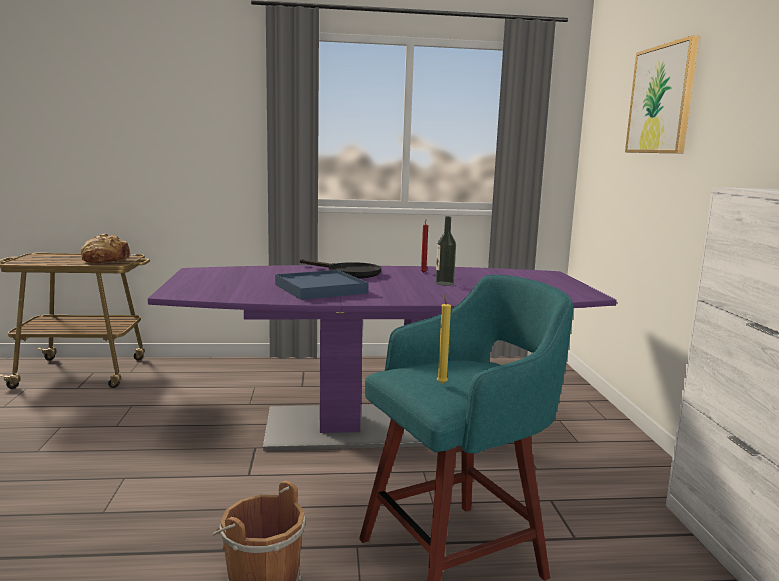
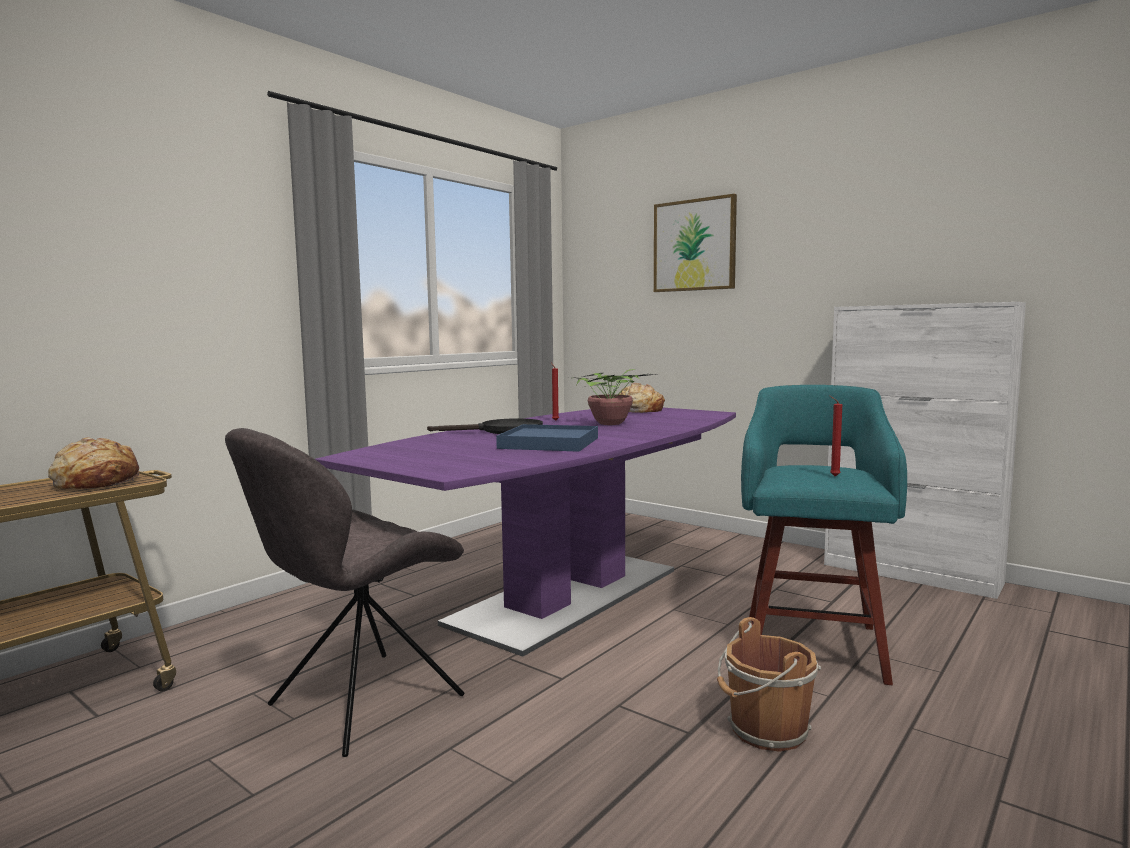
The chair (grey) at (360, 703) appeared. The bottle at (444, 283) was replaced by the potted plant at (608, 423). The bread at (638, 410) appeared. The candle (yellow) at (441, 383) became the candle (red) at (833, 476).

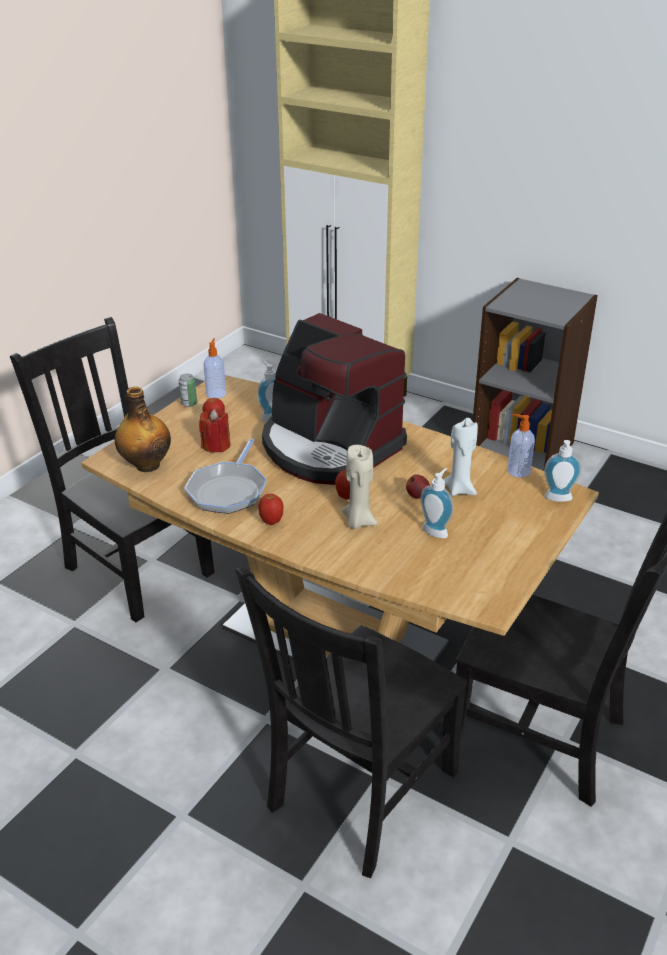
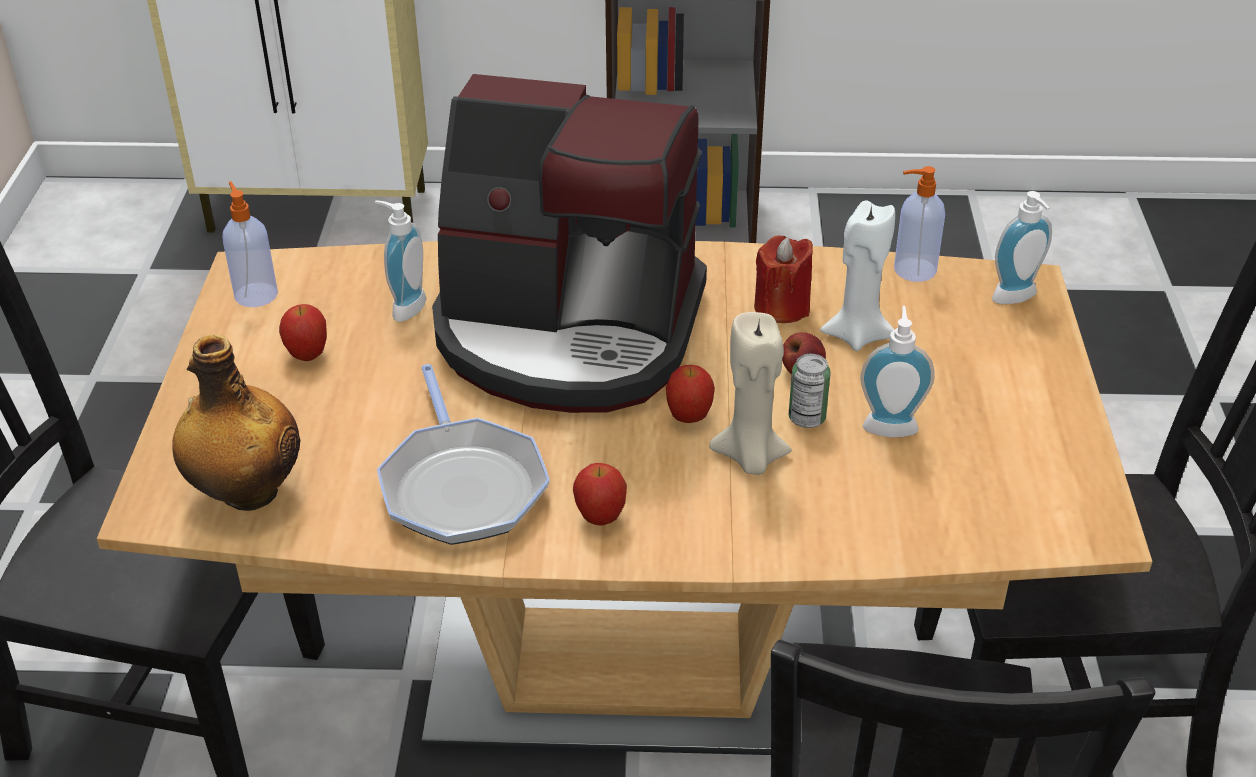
The candle (red) moved from (216, 445) to (781, 308). The can moved from (189, 403) to (806, 418).

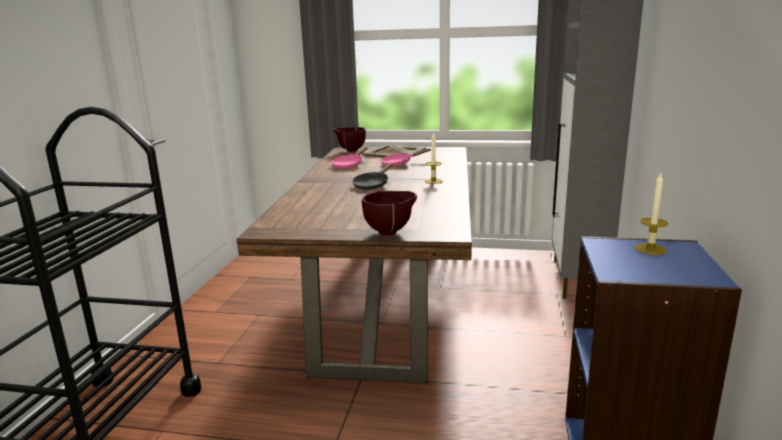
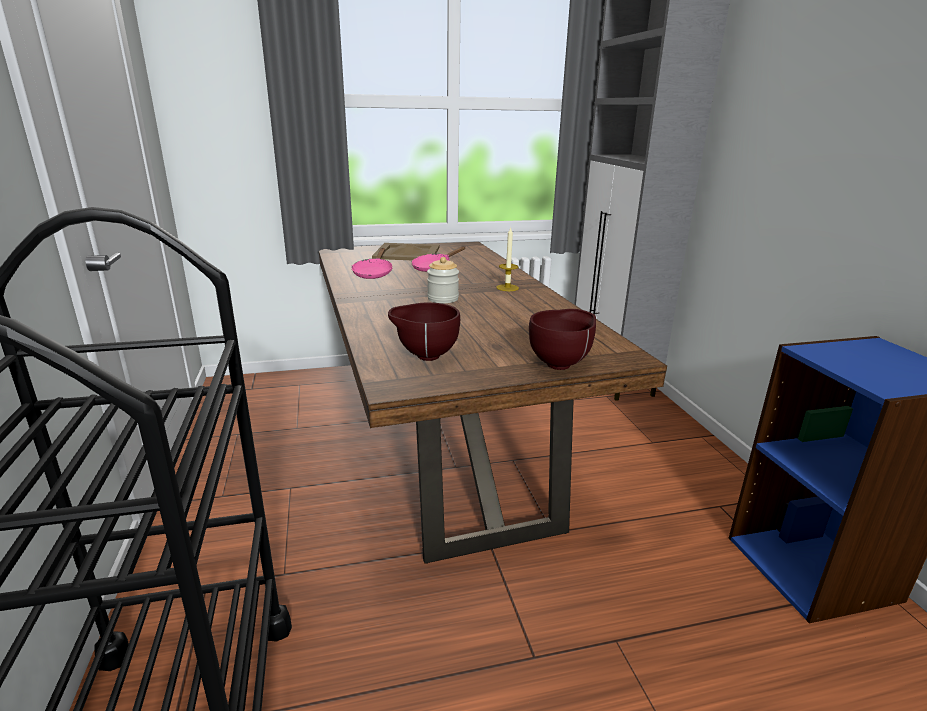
The bowl (brown) moved from (350, 150) to (424, 356). The frying pan (black) at (372, 185) was replaced by the jar at (443, 299). The candle at (650, 249) disappeared.

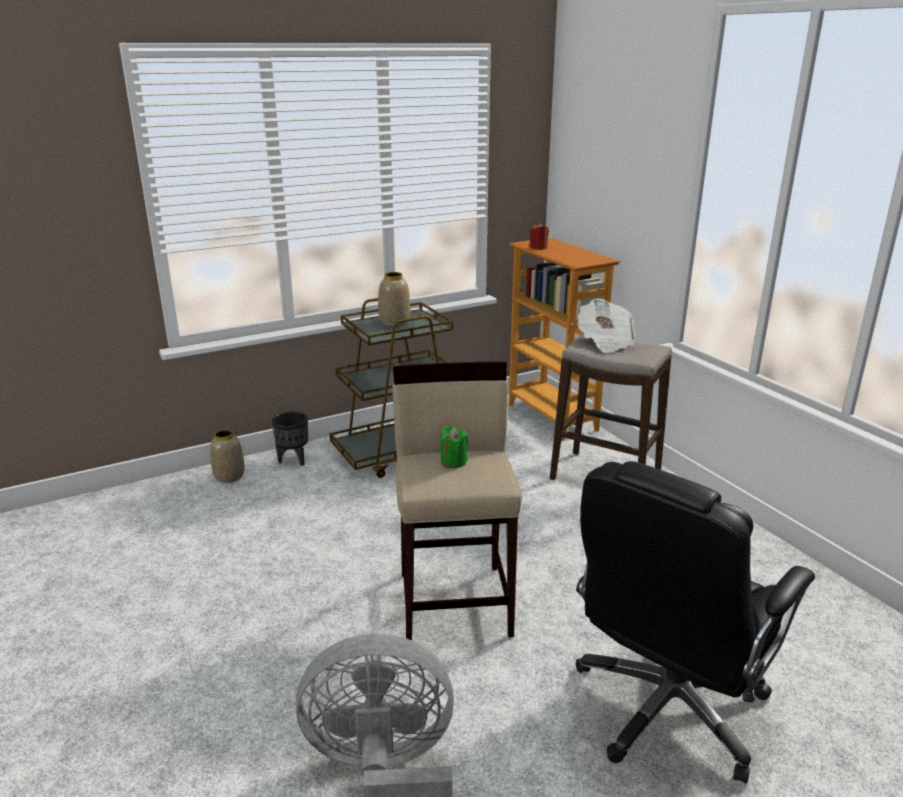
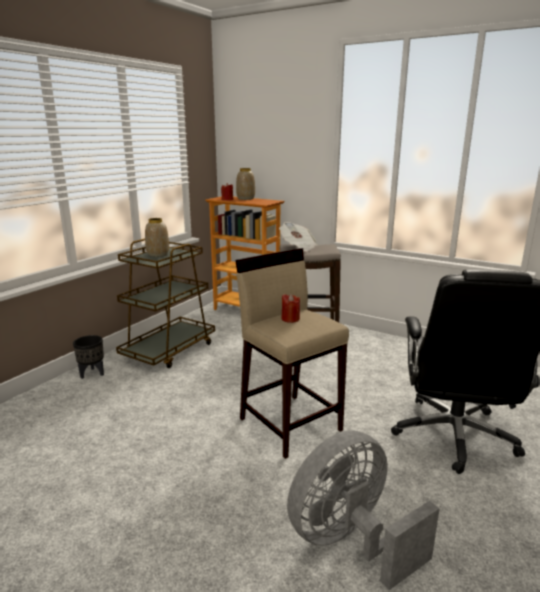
The vase moved from (229, 477) to (246, 198). The candle (green) at (453, 461) became the candle (red) at (290, 319).

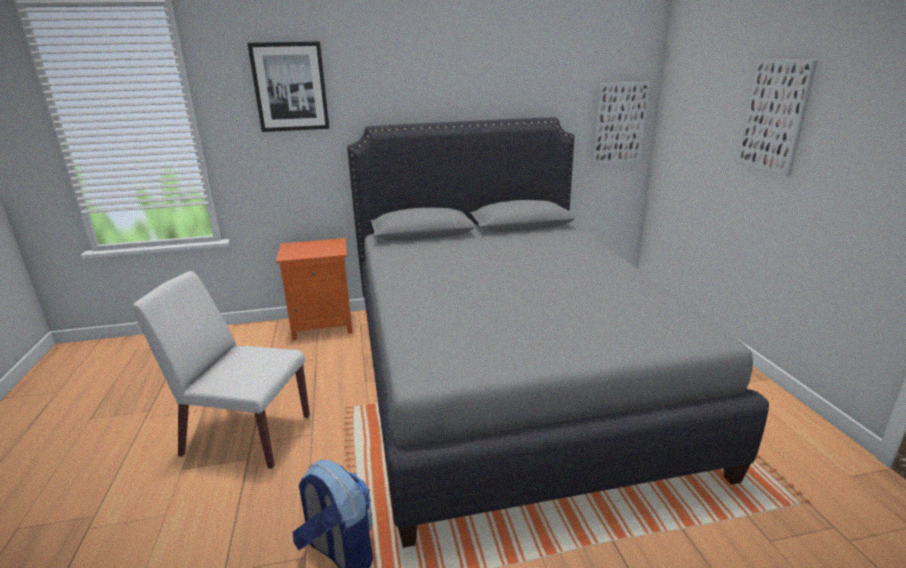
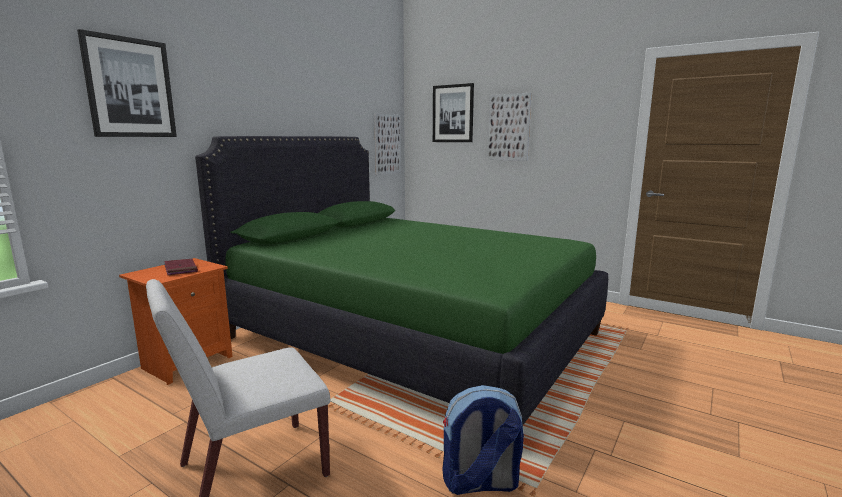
The book (red) at (181, 269) appeared. The bed (grey) at (505, 375) became the bed (green) at (411, 335). The picture at (453, 113) appeared.

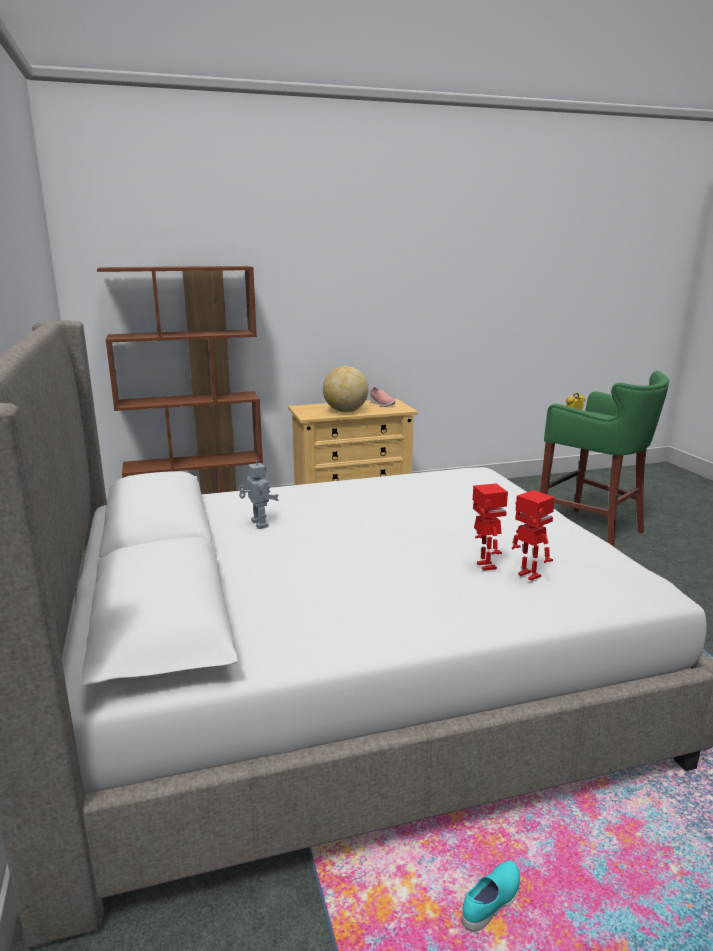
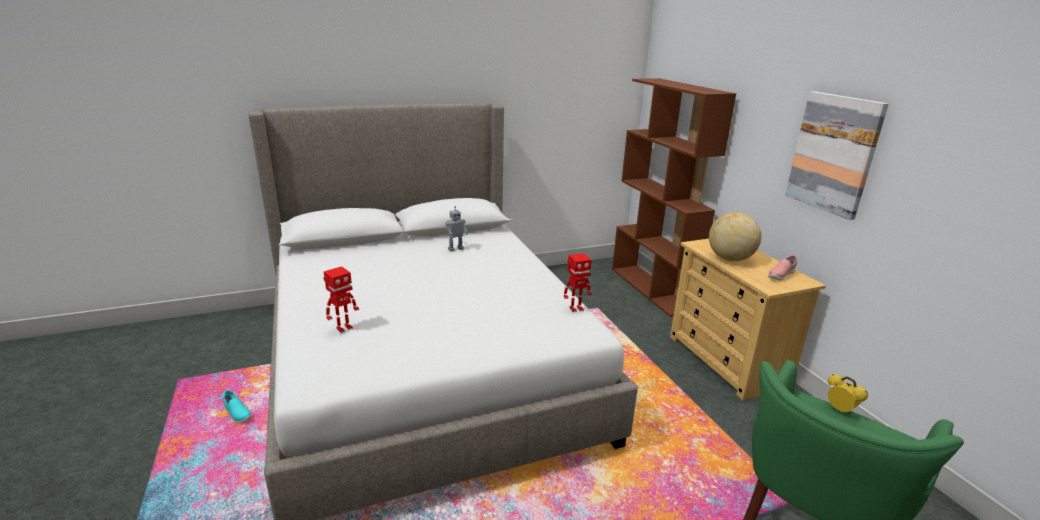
The toy robot moved from (485, 566) to (575, 308). The picture at (834, 153) appeared.

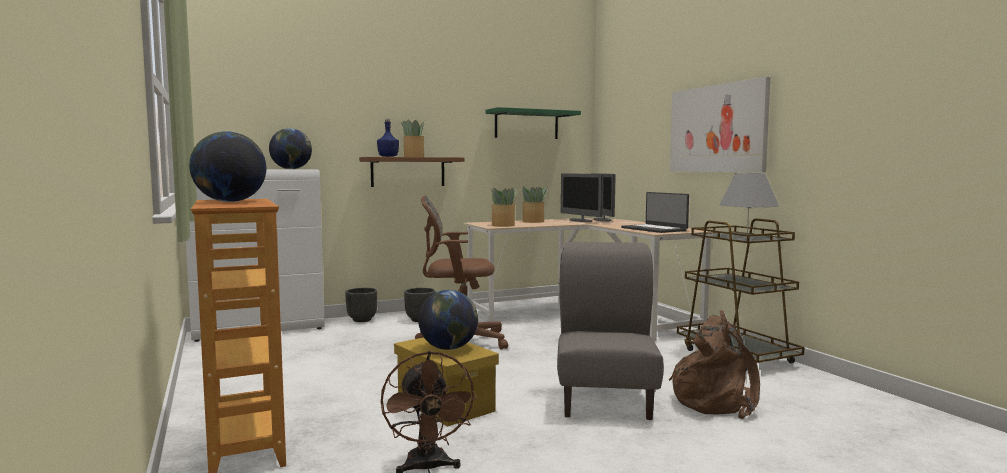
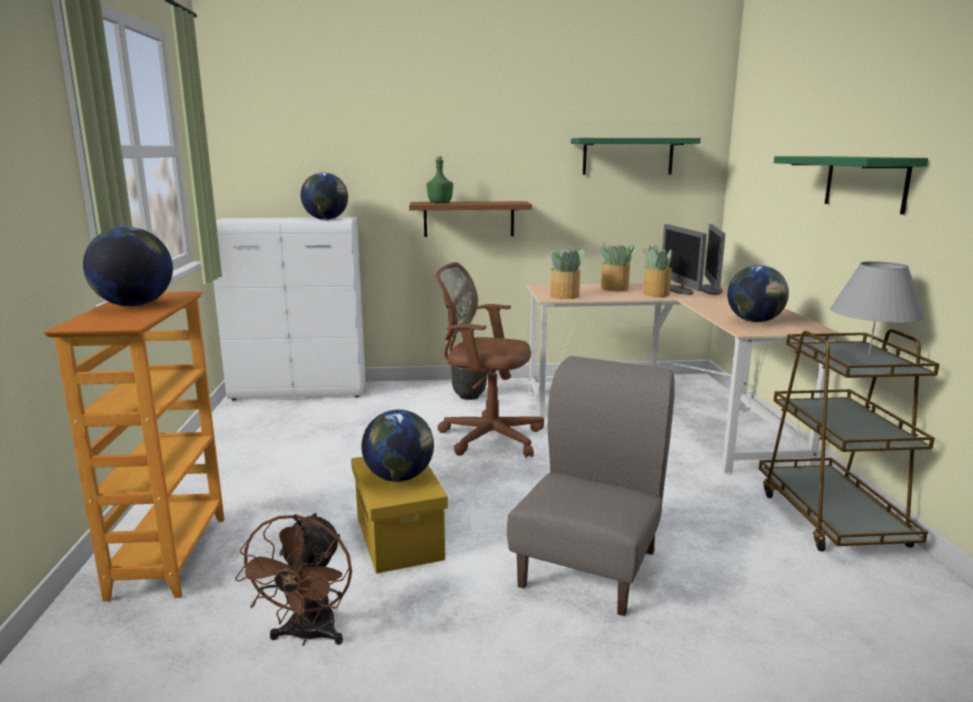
The bottle (blue) at (388, 156) became the bottle (green) at (440, 202). The potted plant moved from (414, 157) to (656, 294). The laptop at (654, 229) was replaced by the globe at (754, 321). The picture at (717, 128) was replaced by the shelf (green) at (865, 183). The planter (black) at (362, 320) disappeared. The backpack (brown) at (716, 401) disappeared.

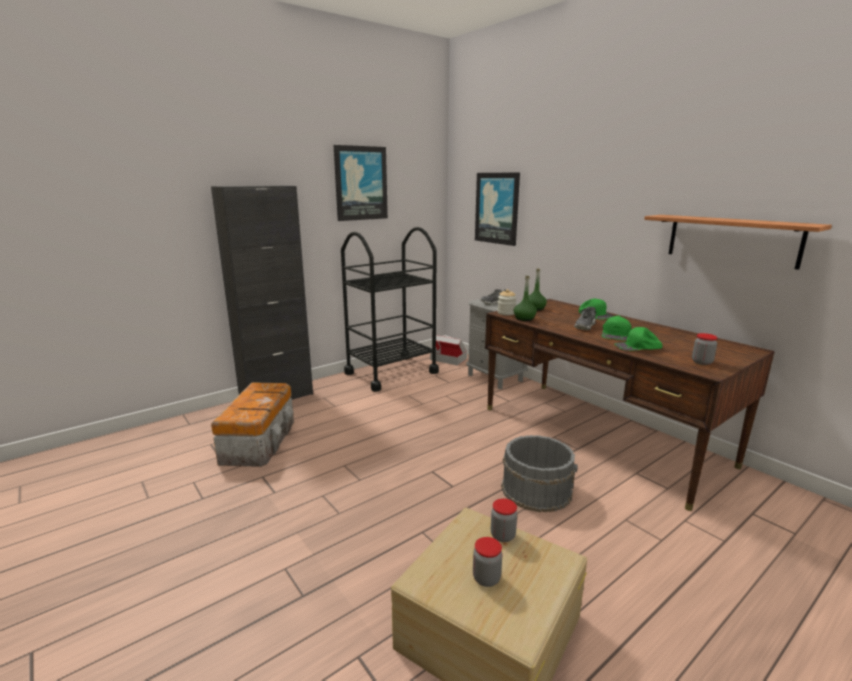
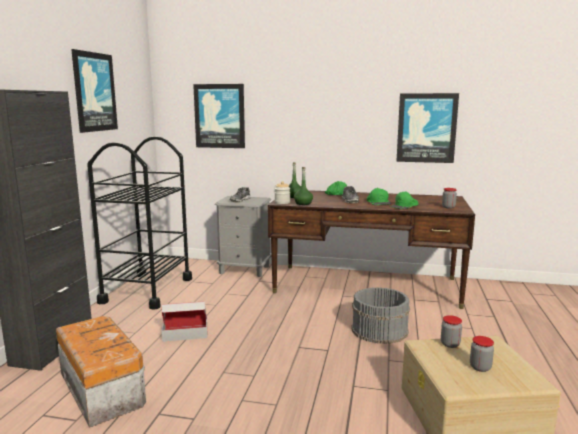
The cardboard box moved from (448, 359) to (185, 333). The shelf at (732, 240) was replaced by the picture at (426, 128).

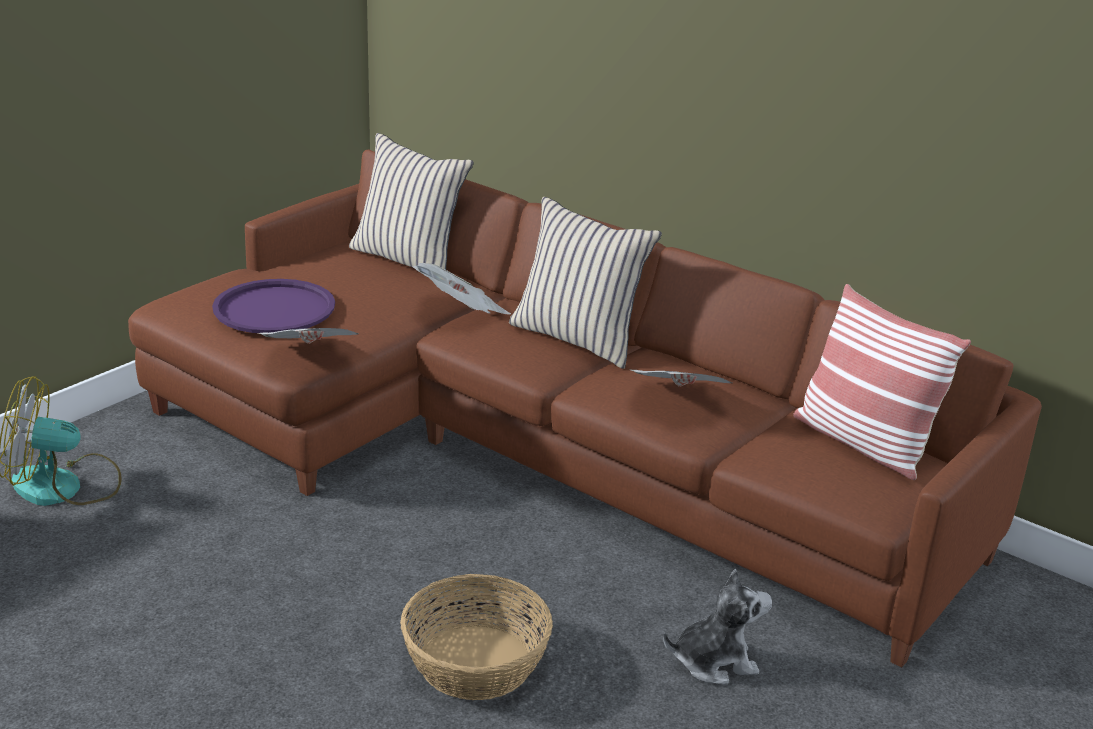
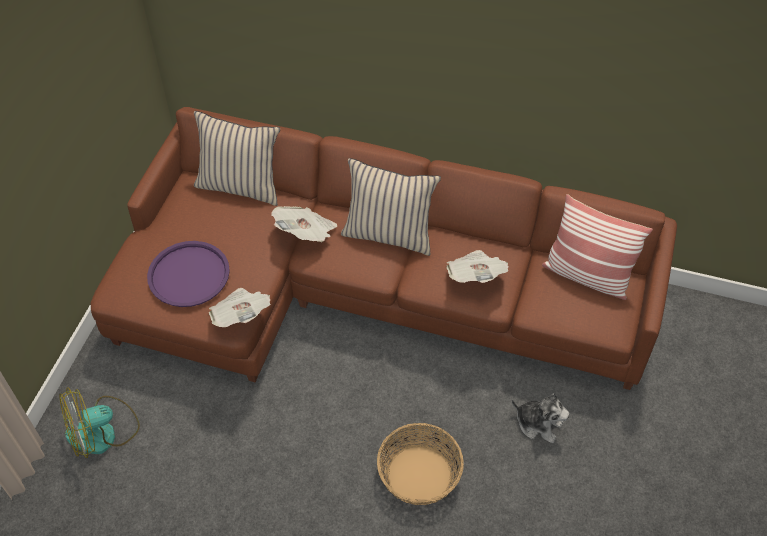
The plush toy at (714, 662) turned 60 degrees clockwise.

